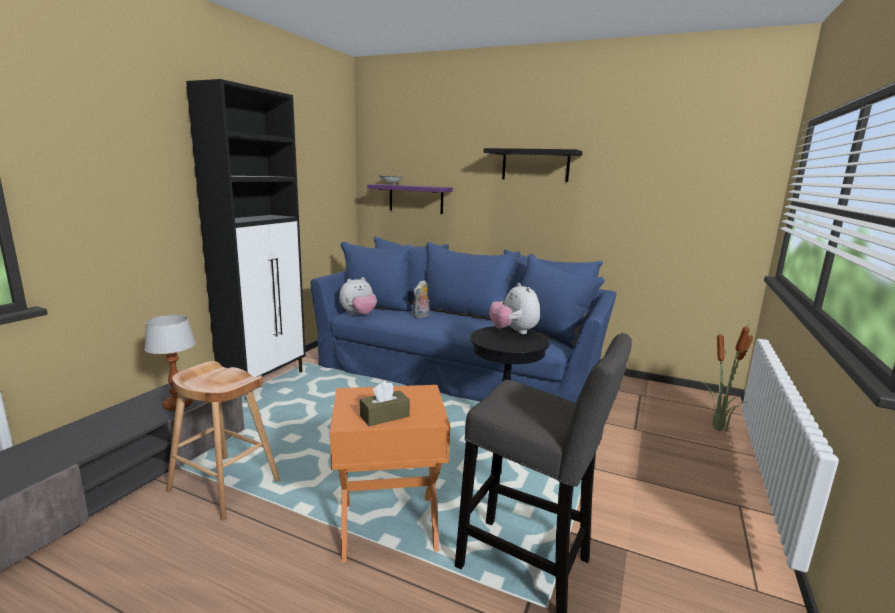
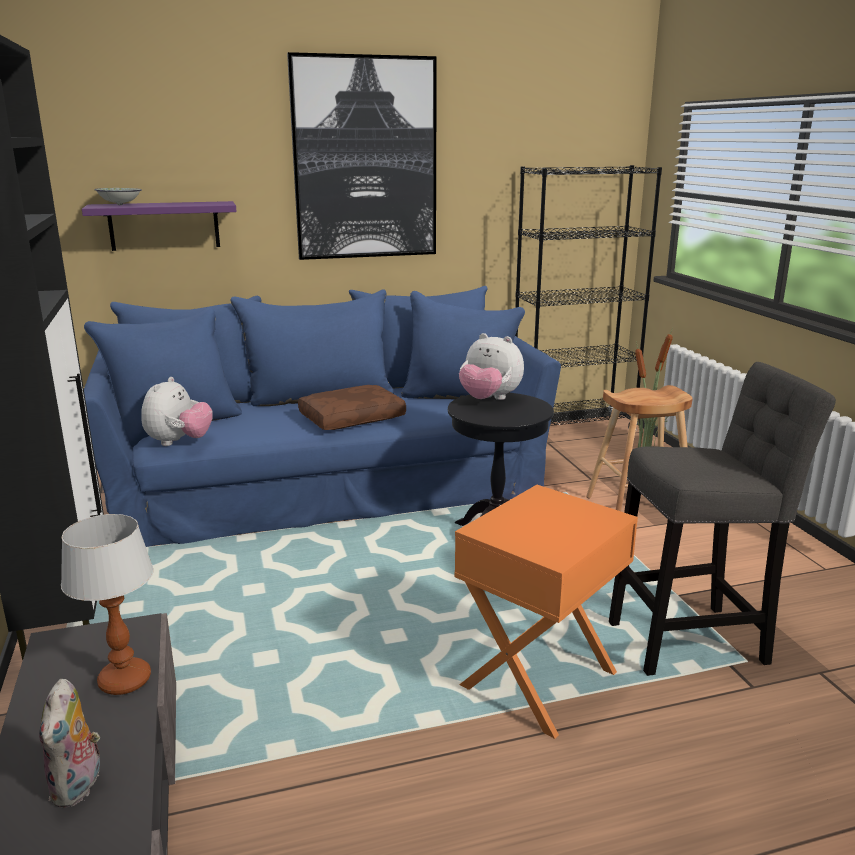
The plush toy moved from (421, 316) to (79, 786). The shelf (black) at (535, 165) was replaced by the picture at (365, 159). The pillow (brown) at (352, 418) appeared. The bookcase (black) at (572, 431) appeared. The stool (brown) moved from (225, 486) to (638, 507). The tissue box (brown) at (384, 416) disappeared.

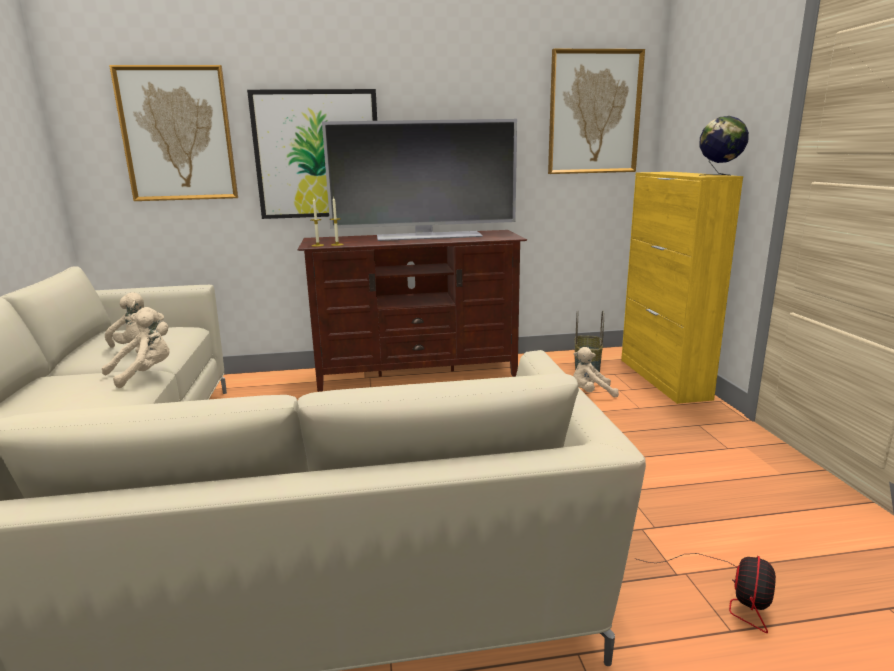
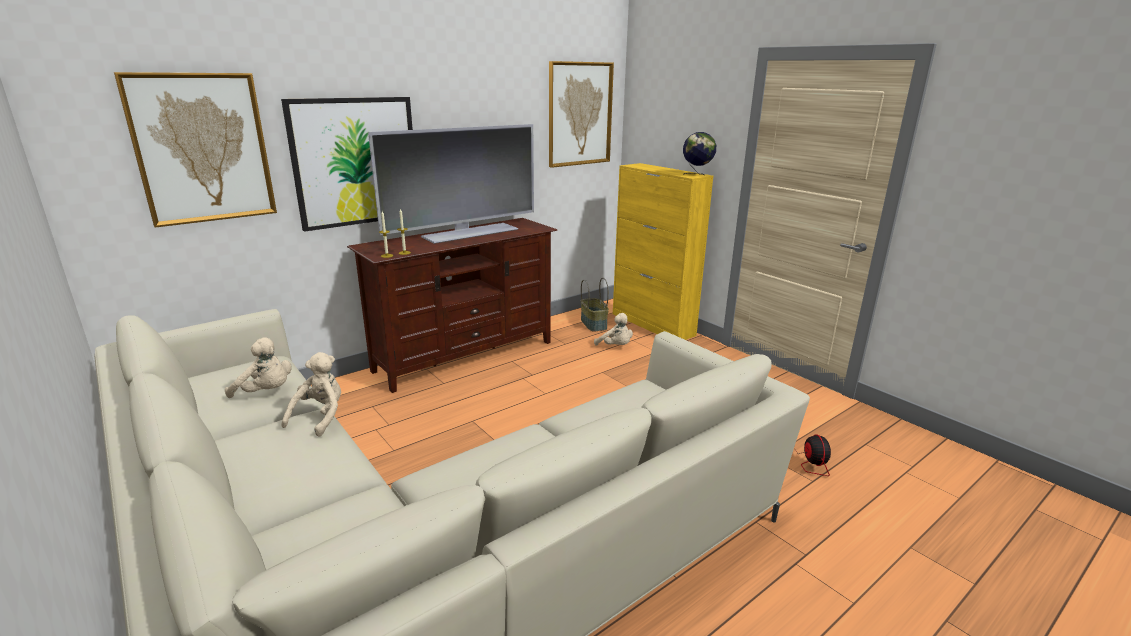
The plush toy (beige) at (591, 393) turned 105 degrees counterclockwise.

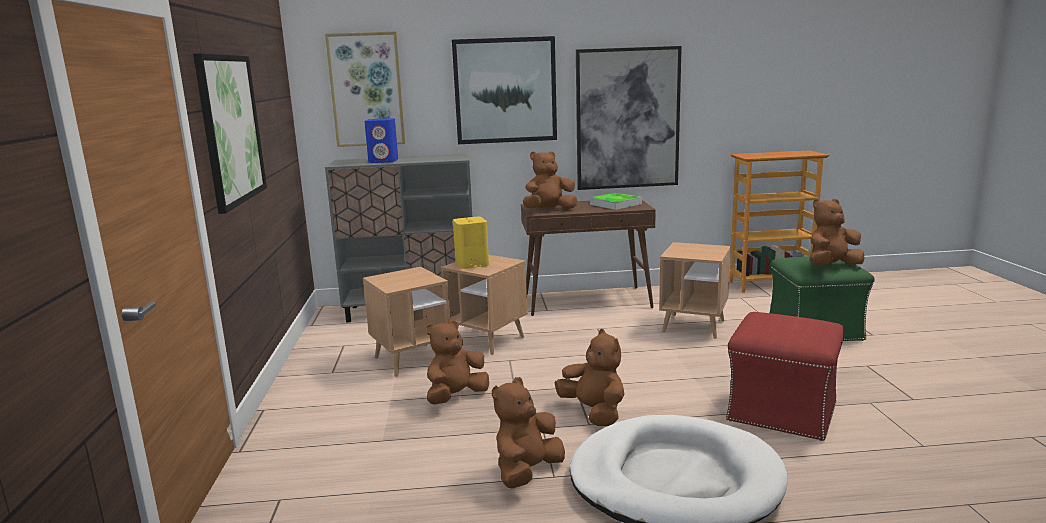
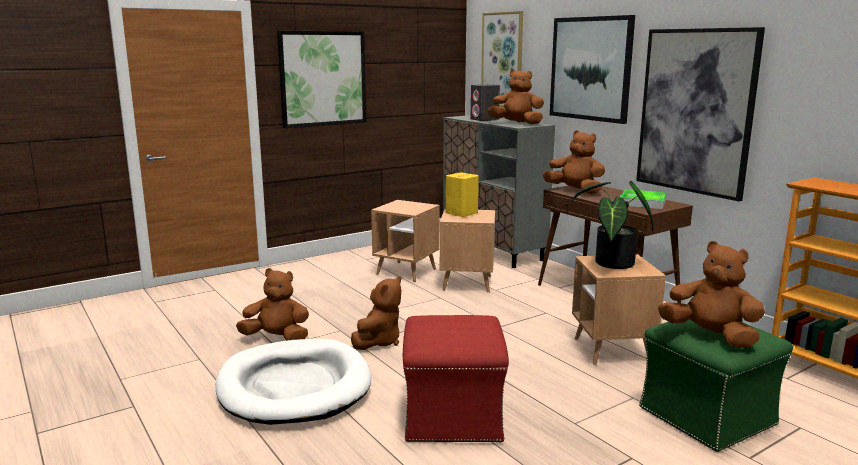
The speaker (blue) at (384, 161) became the speaker (grey) at (484, 119). The plush toy (brown) moved from (456, 397) to (516, 123). The potted plant at (611, 264) appeared.

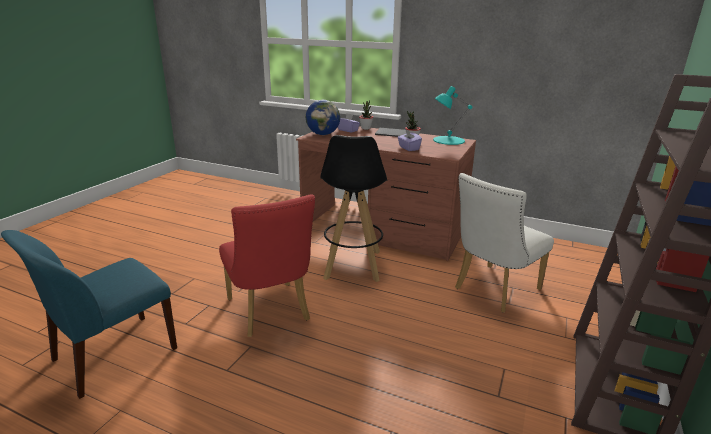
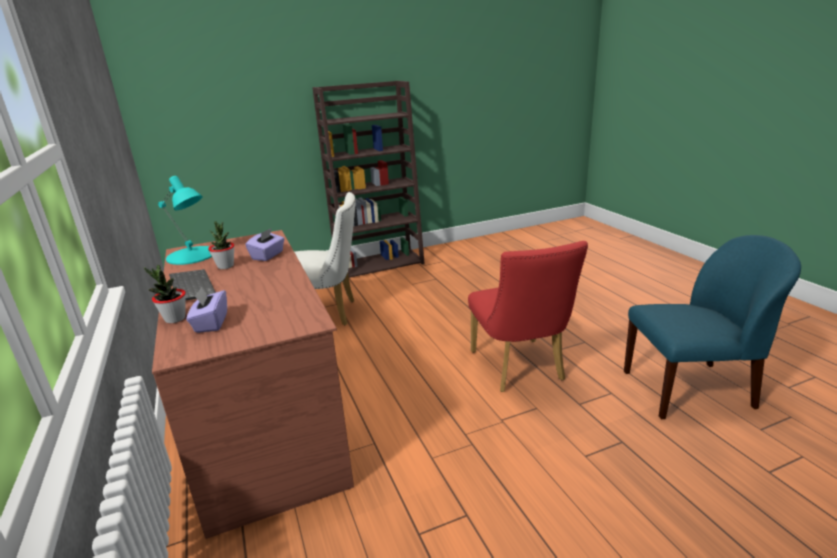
The chair (red) at (270, 313) turned 150 degrees clockwise. The globe at (323, 134) disappeared. The stool (black) at (352, 265) disappeared.

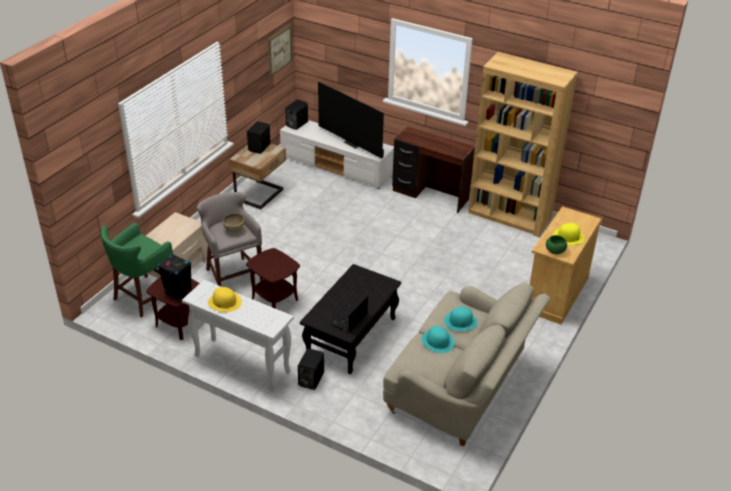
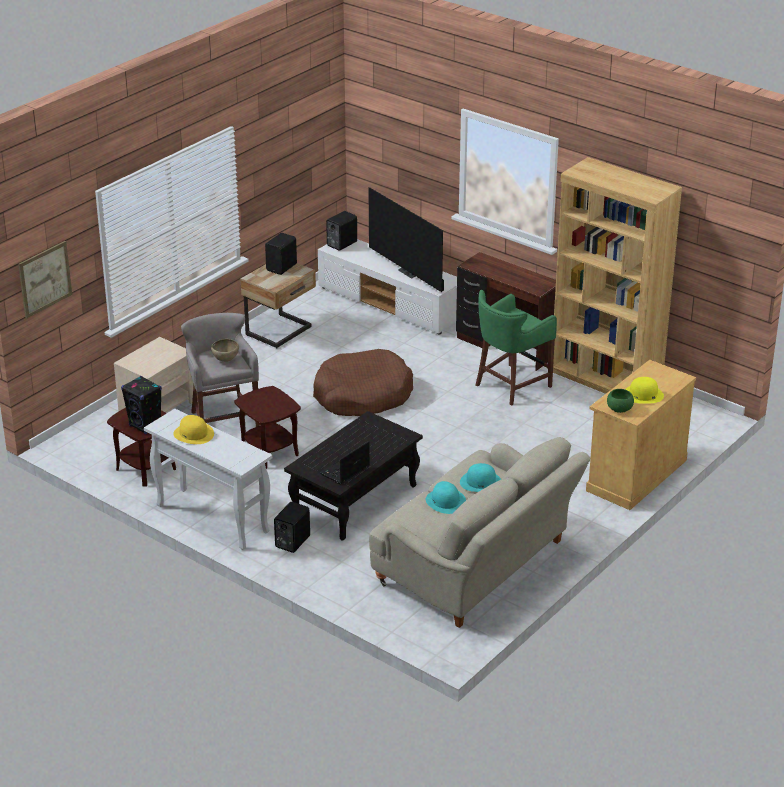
The picture moved from (279, 50) to (45, 279). The dog bed (brown) at (362, 395) appeared. The stool (green) moved from (143, 297) to (510, 386).

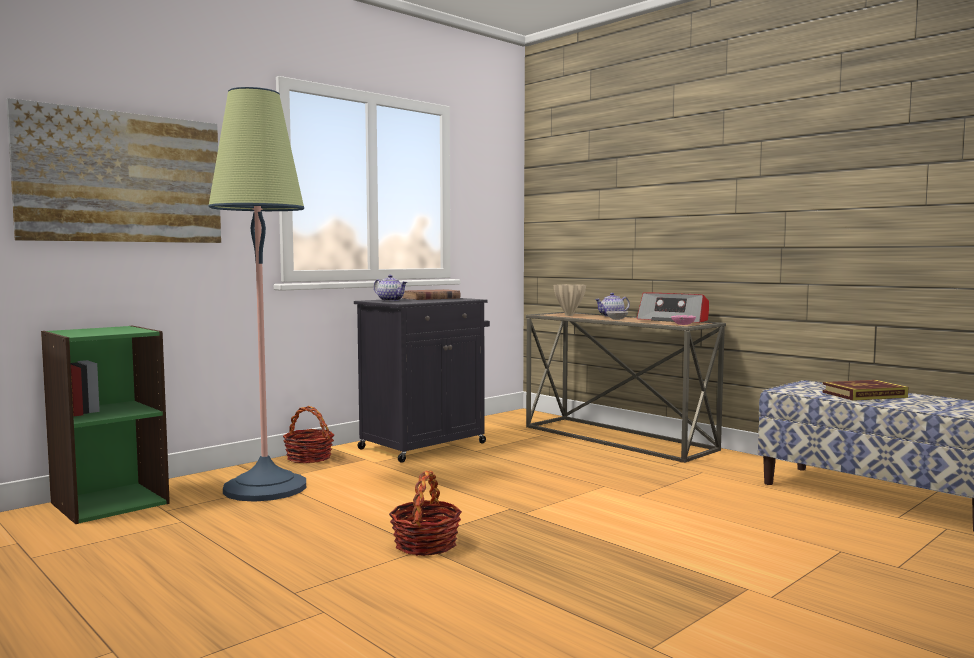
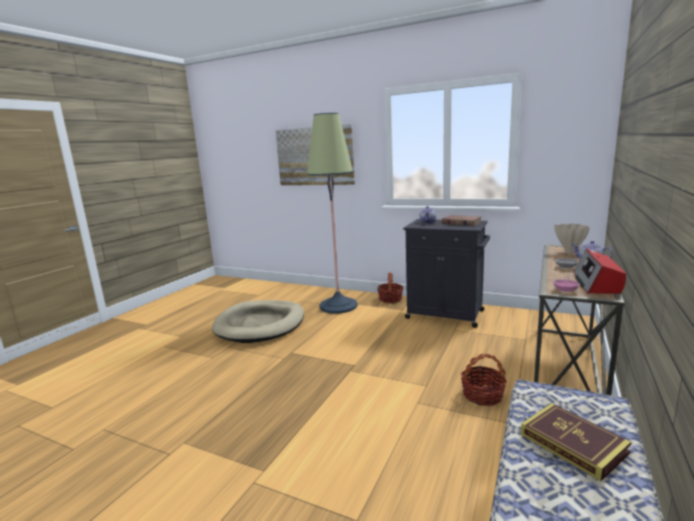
The dog bed (beige) at (260, 324) appeared. The basket moved from (426, 544) to (482, 395). The bookcase (green) at (109, 503) disappeared.

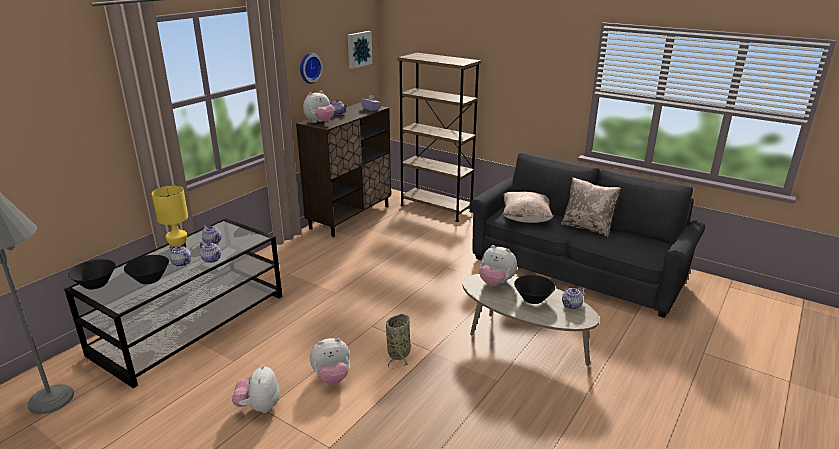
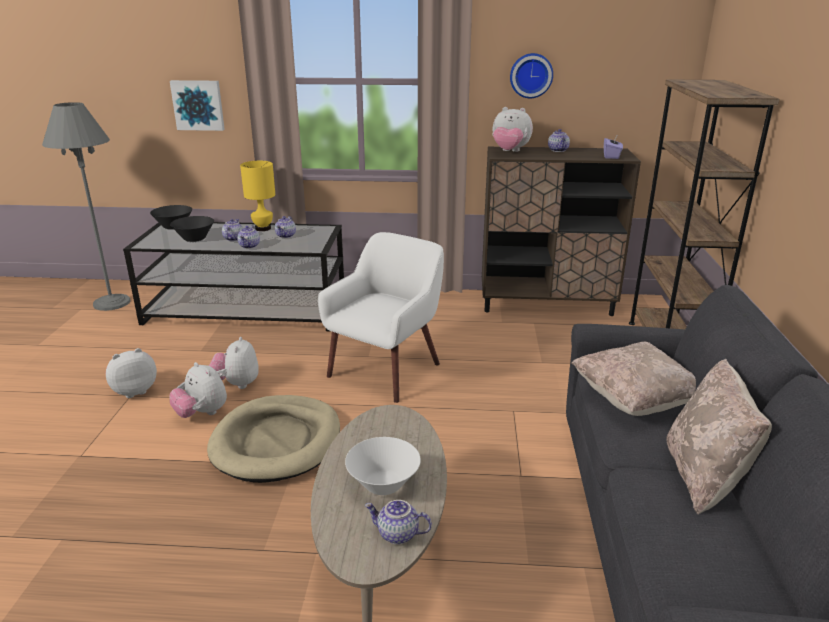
The picture moved from (358, 49) to (198, 105). The basket at (399, 352) was replaced by the dog bed (beige) at (277, 442). The plush toy moved from (496, 282) to (236, 384). The armchair (white) at (386, 369) appeared. The bowl (black) at (533, 299) became the bowl (white) at (383, 484).

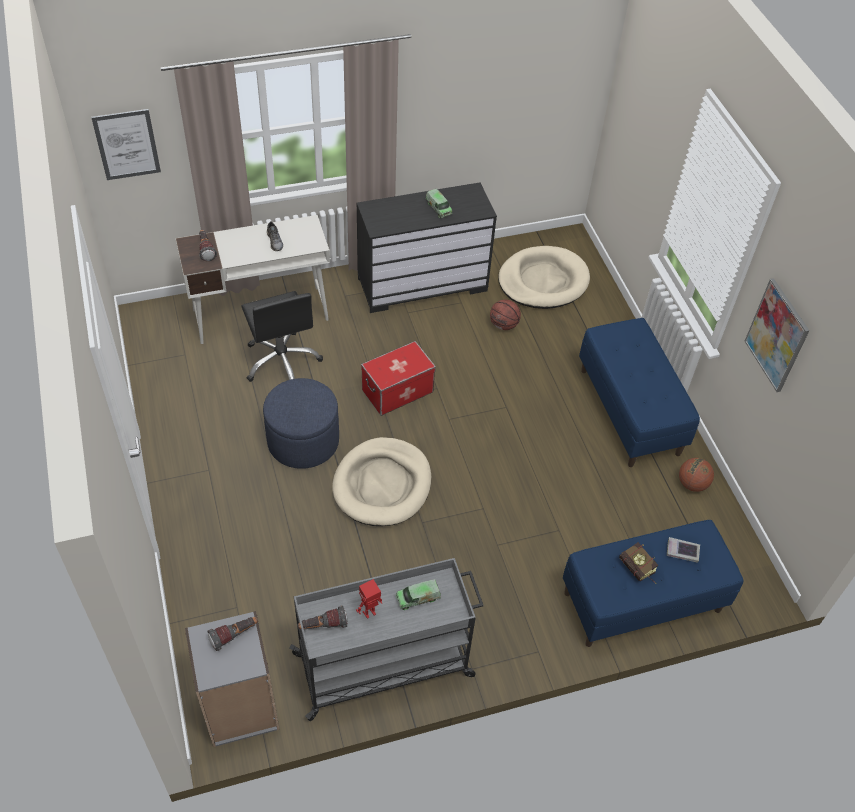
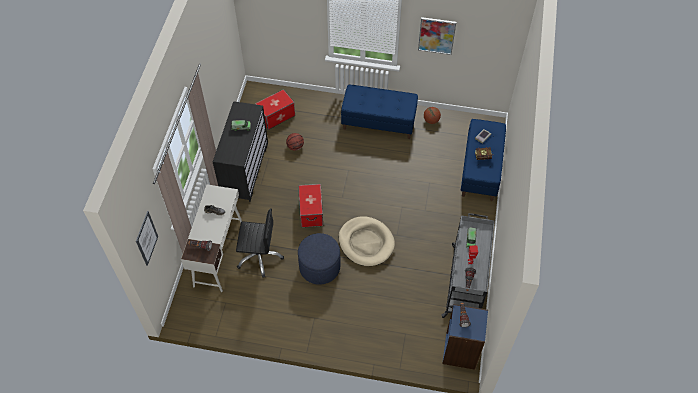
The dog bed (beige) at (543, 281) was replaced by the storage box at (276, 116). The bookcase (grey) at (240, 709) became the bookcase (blue) at (461, 351).

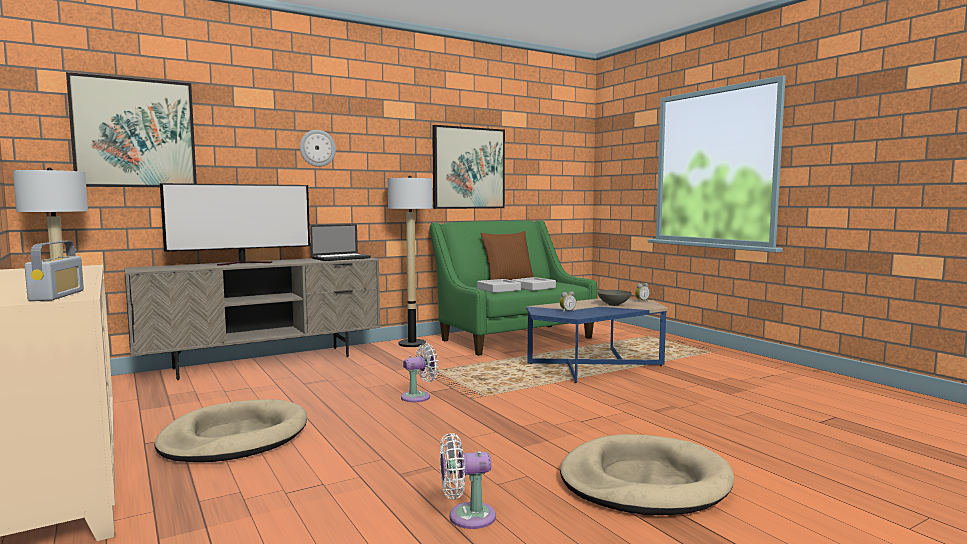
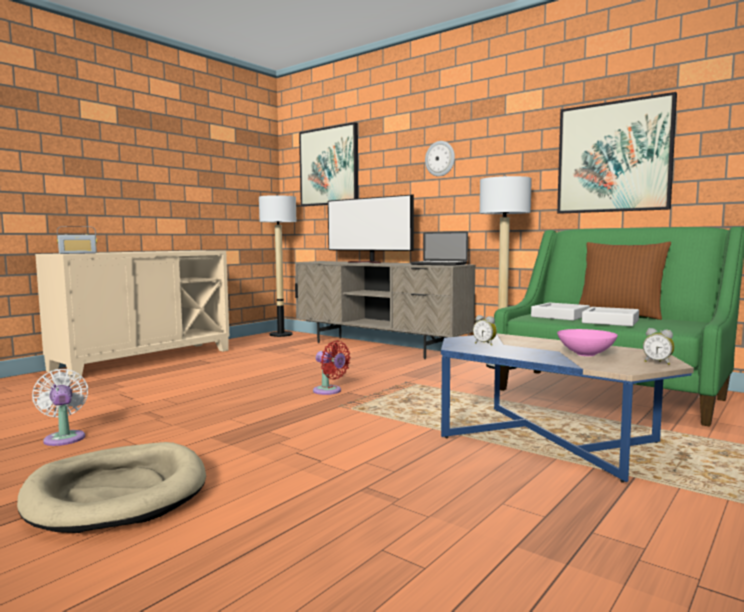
The fan (white) at (419, 397) became the fan (red) at (329, 391). The bowl (grey) at (614, 305) became the bowl (pink) at (586, 354). The dog bed (beige) at (234, 437) disappeared.

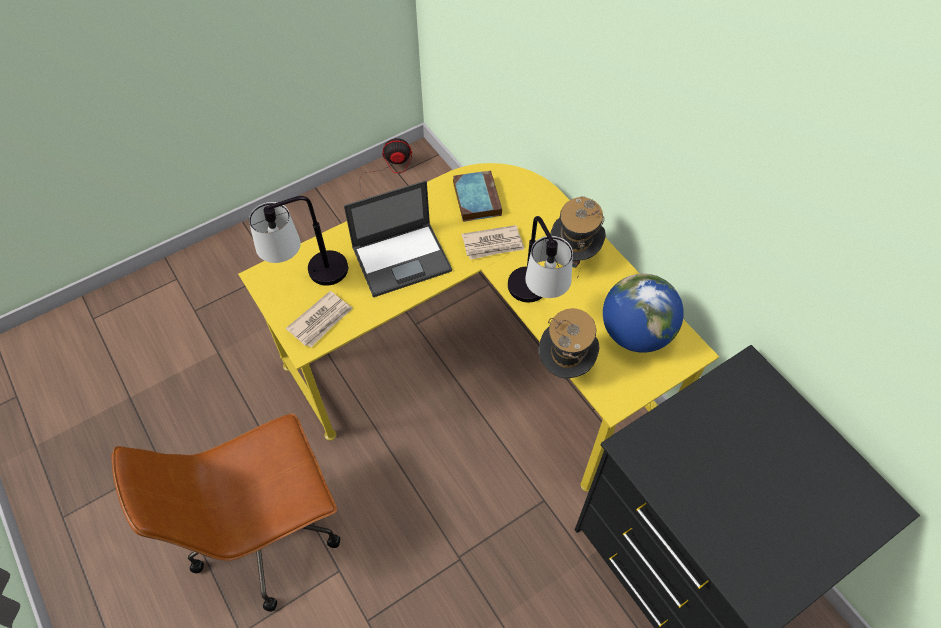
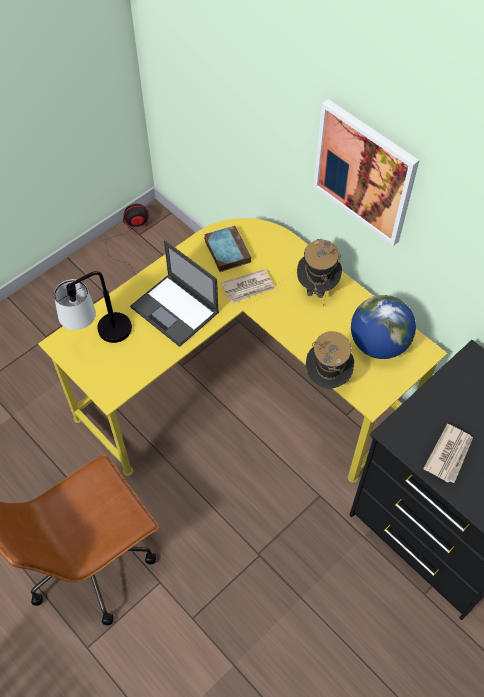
The laptop at (402, 258) turned 75 degrees clockwise. The picture at (364, 172) appeared. The newspaper moved from (321, 320) to (449, 454). The table lamp at (535, 301) disappeared.

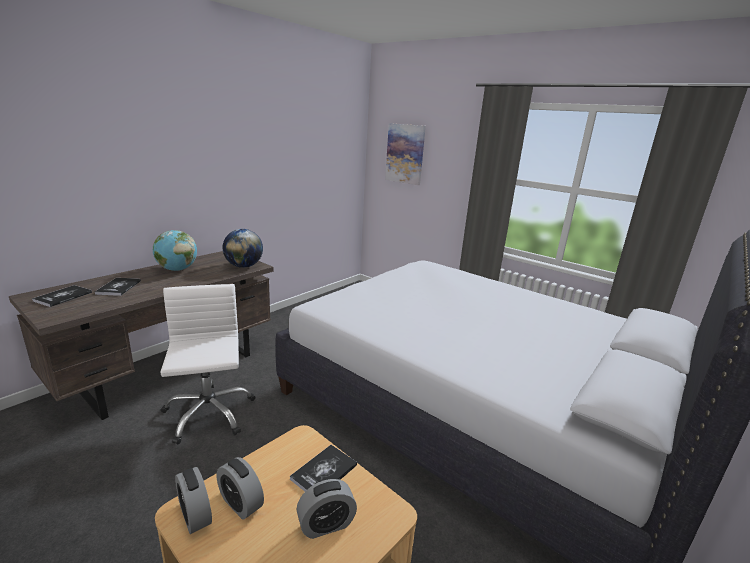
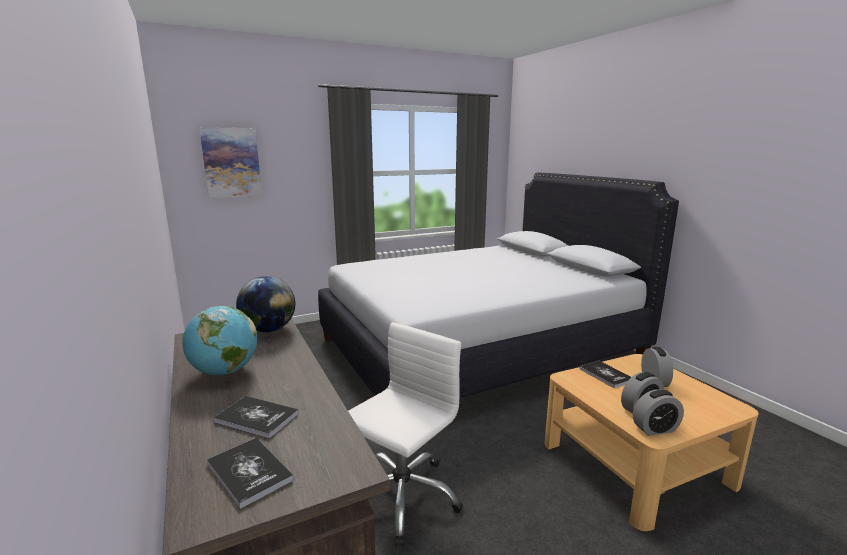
The office chair (white) at (208, 413) turned 120 degrees clockwise.

